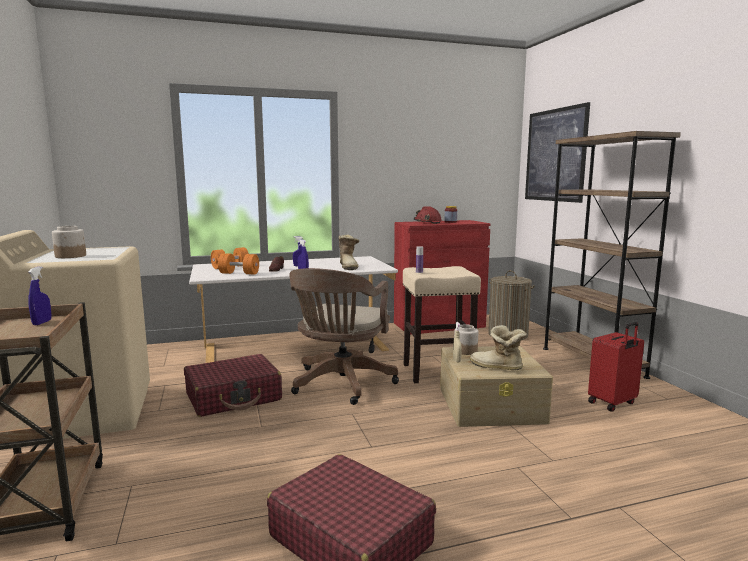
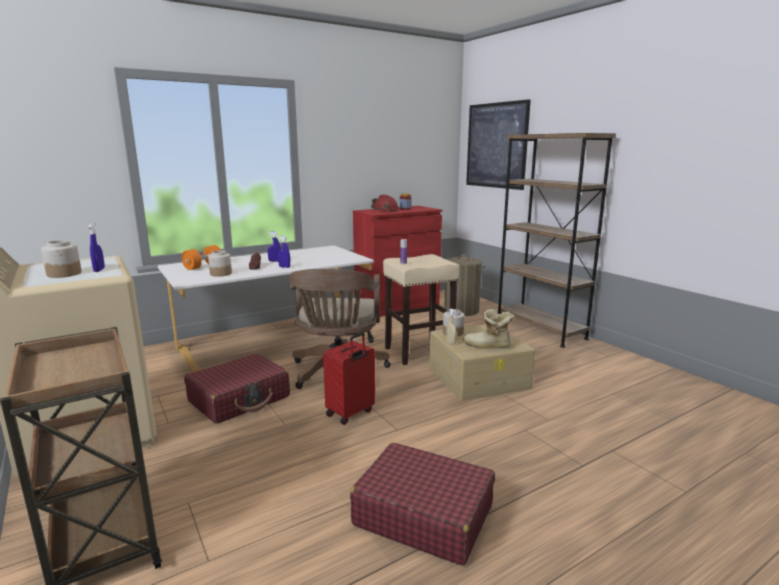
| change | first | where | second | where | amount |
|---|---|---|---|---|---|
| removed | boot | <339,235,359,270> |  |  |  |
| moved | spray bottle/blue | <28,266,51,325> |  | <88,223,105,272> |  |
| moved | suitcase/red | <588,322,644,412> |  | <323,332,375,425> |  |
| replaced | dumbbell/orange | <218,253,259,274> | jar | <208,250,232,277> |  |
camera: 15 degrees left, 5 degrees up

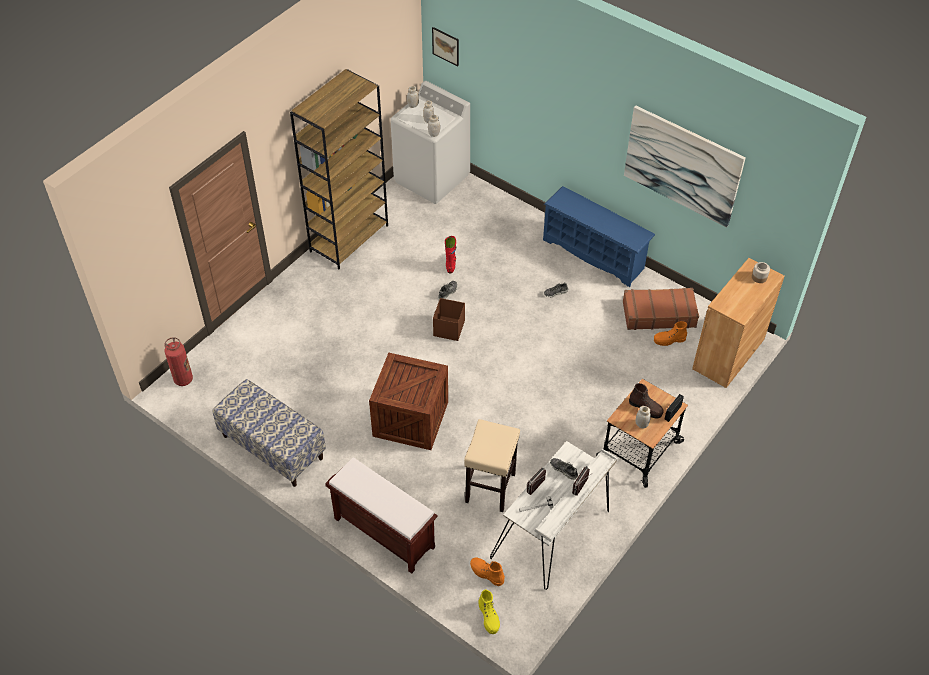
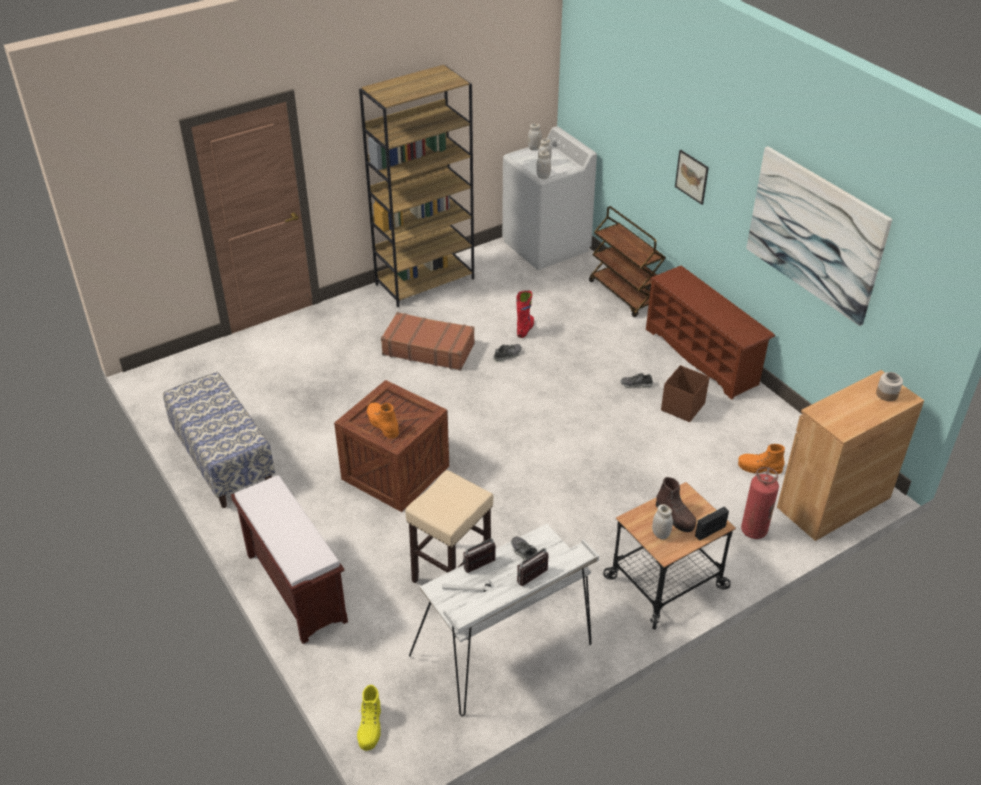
| change | first | where | second | where | amount |
|---|---|---|---|---|---|
| added |  |  | cart/brown | <589,206,666,317> |  |
| moved | fire extinguisher | <164,337,193,386> |  | <741,467,779,539> |  |
| moved | picture | <432,27,459,66> |  | <675,150,709,205> |  |
| moved | storage box/brown | <433,298,465,341> |  | <661,365,710,422> |  |
| moved | boot/orange | <470,558,505,586> |  | <367,403,399,439> |  |
| moved | suitcase/brown | <623,288,699,330> |  | <381,312,475,371> |  |
| recoloured | shoe rack/blue | <543,186,655,287> | shoe rack/brown | <646,266,775,400> |  |
camera: 20 degrees right, 10 degrees down

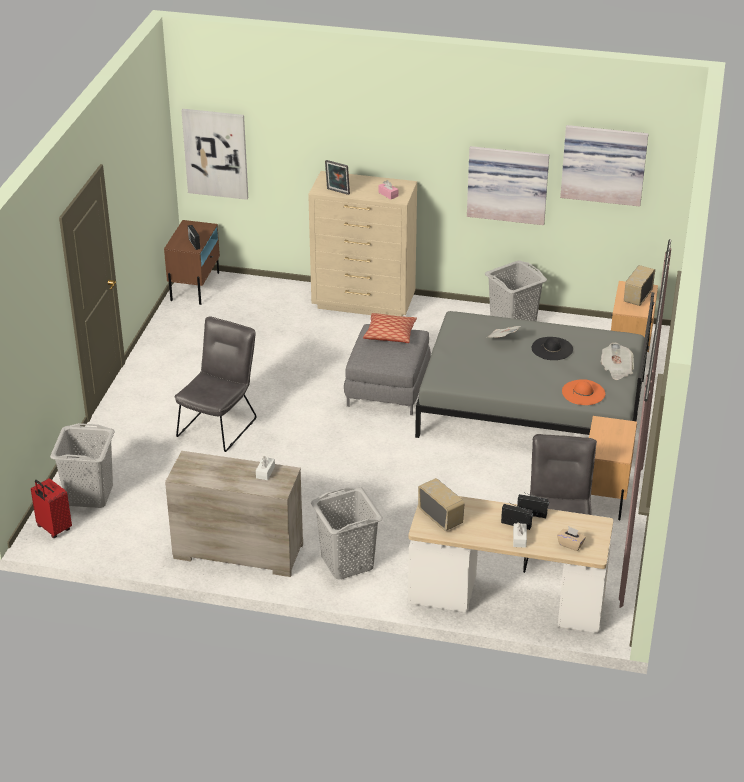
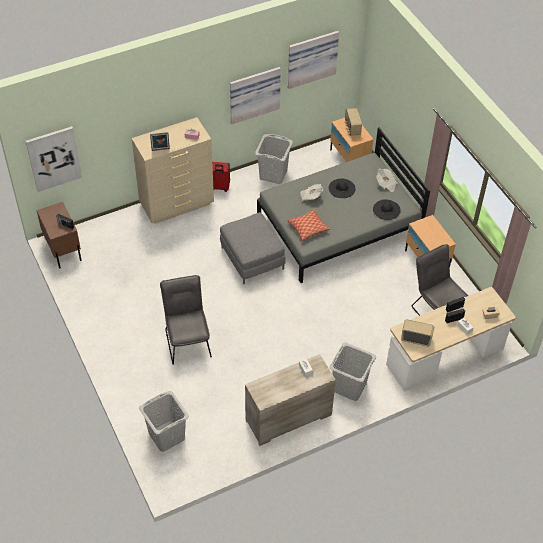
| change | first | where | second | where | amount |
|---|---|---|---|---|---|
| moved | suitcase/red | <31,478,72,538> |  | <212,162,230,192> |  |
| moved | pillow | <363,313,417,343> |  | <287,209,330,241> |  |
| recoloured | hat/orange | <562,379,605,405> | hat/black | <373,199,401,220> |  |
camera: 40 degrees left, 15 degrees up

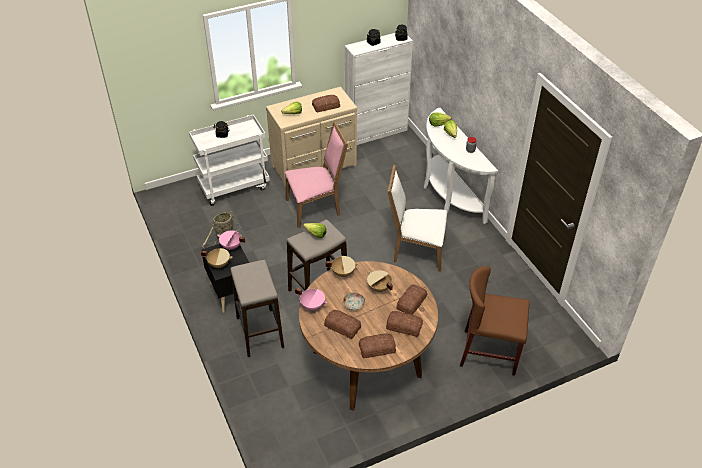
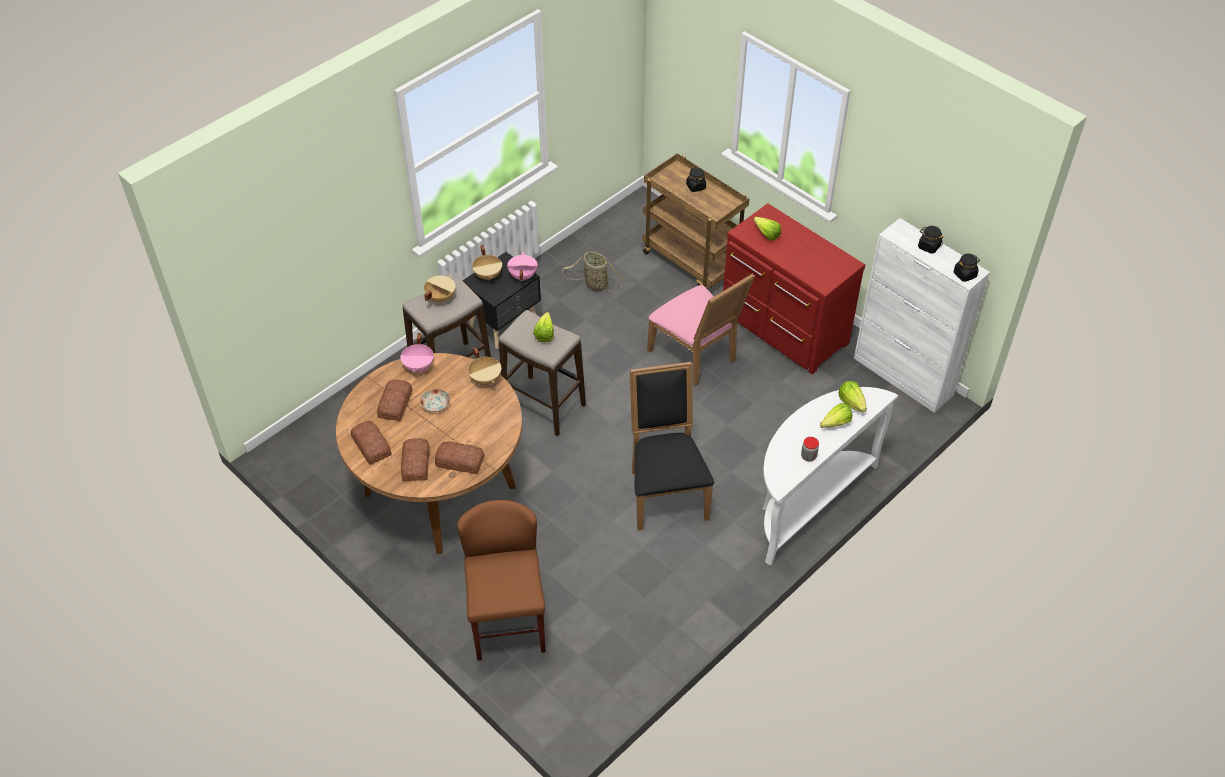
| change | first | where | second | where | amount |
|---|---|---|---|---|---|
| removed | bread | <312,95,340,112> |  |  |  |
| moved | cooking pot/beige | <367,270,393,292> |  | <424,274,455,303> |  |
| recoloured | cart/white | <189,114,270,206> | cart/brown | <643,154,749,289> |  |
| recoloured | dresser/beige | <266,87,357,187> | dresser/red | <723,203,865,374> |  |
| recoloured | chair/white | <387,165,447,272> | chair/black | <630,362,714,531> |  |
camera: 70 degrees right, 5 degrees up

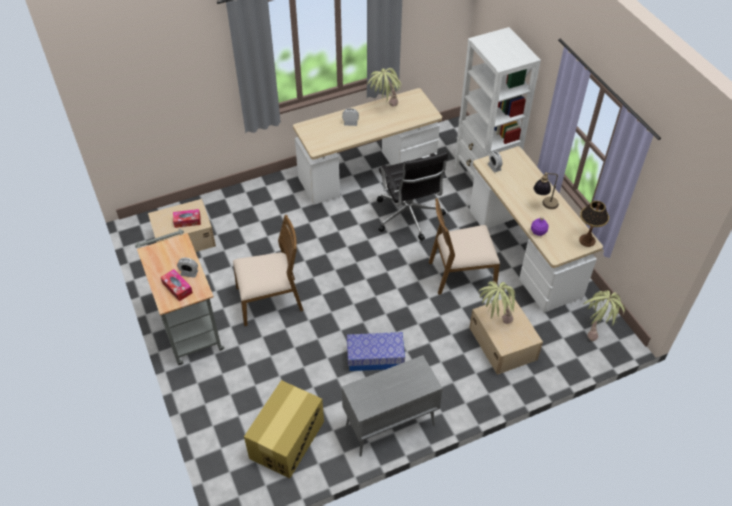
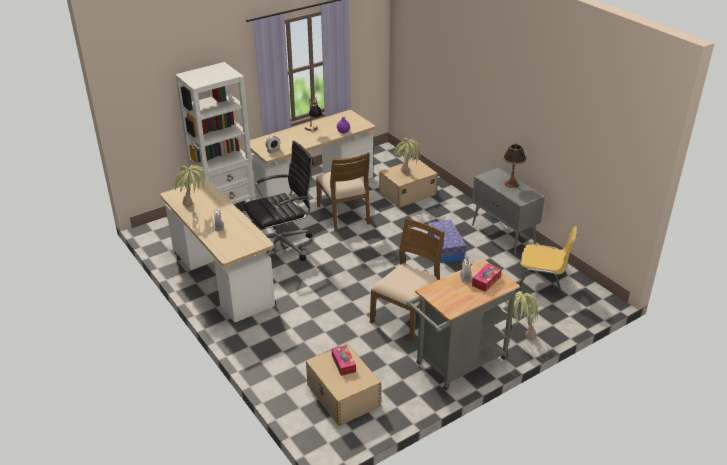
| change | first | where | second | where | amount |
|---|---|---|---|---|---|
| moved | table lamp | <579,201,609,247> |  | <503,144,527,188> |  |
| moved | potted plant | <583,290,625,341> |  | <505,291,538,340> |  |
| replaced | cardboard box | <244,380,324,479> | chair/yellow | <516,226,577,298> |  |
| turned | chair/brown | <233,215,303,326> |  | <370,218,445,342> | 60 degrees clockwise |
camera: 100 degrees left, 15 degrees down

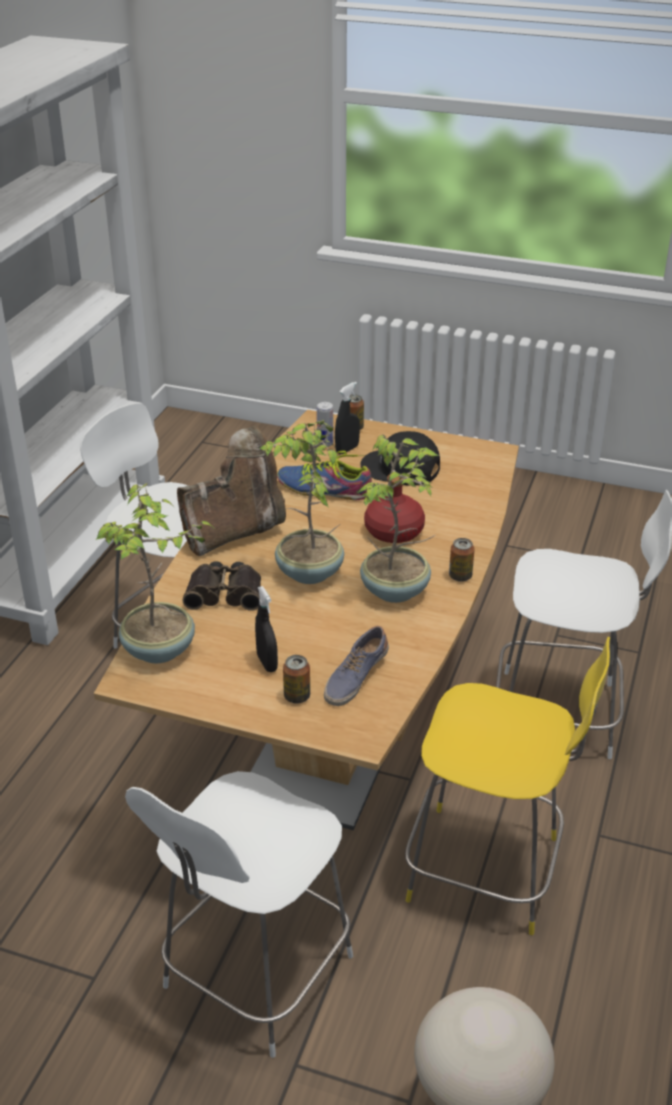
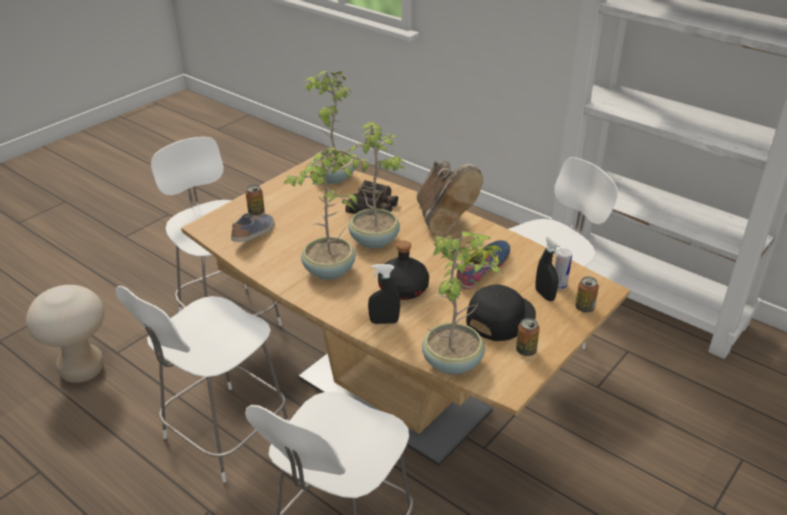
| change | first | where | second | where | amount |
|---|---|---|---|---|---|
| added |  |  | potted plant | <422,231,503,375> |  |
| moved | spray bottle/black | <255,586,278,672> |  | <368,264,400,324> |  |
| moved | can | <449,538,475,582> |  | <516,318,540,356> |  |
| recoloured | bottle/red | <364,474,425,543> | bottle/black | <378,241,429,300> |  |
| recoloured | chair/yellow | <405,637,610,935> | chair/white | <115,286,289,483> |  |
| turned | shoe | <324,626,389,706> |  | <231,213,274,242> | 60 degrees clockwise |
camera: 110 degrees right, 0 degrees up

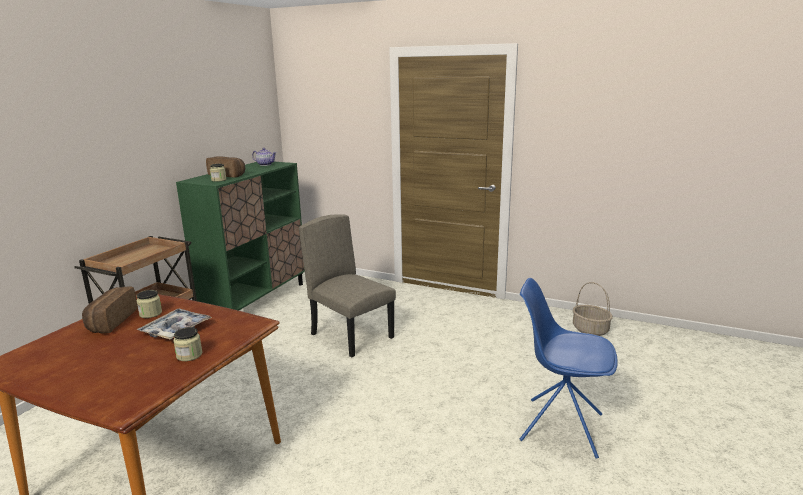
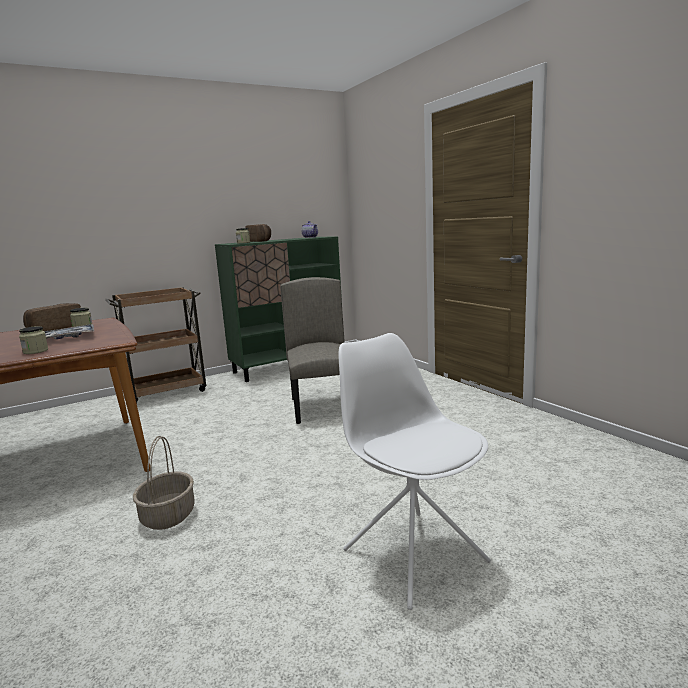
| change | first | where | second | where | amount |
|---|---|---|---|---|---|
| moved | basket | <573,282,613,336> |  | <133,436,195,530> |  |
| recoloured | chair/blue | <520,278,618,459> | chair/white | <338,333,491,610> |  |
camera: 35 degrees right, 5 degrees down

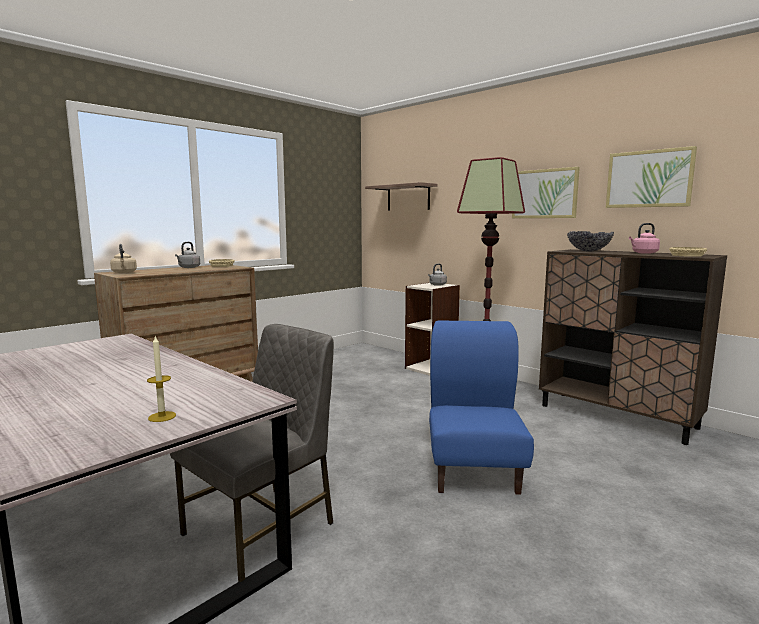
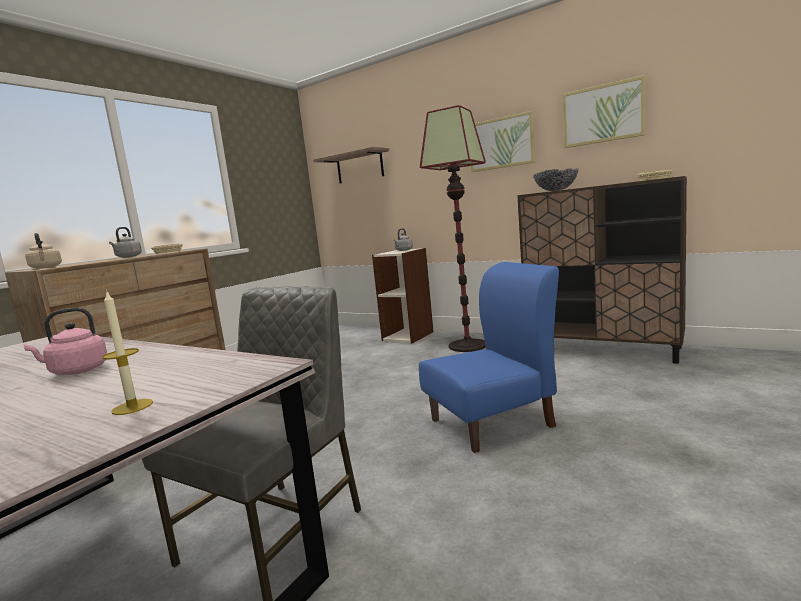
| change | first | where | second | where | amount |
|---|---|---|---|---|---|
| moved | kettle/pink | <629,223,660,254> |  | <23,307,107,375> |  |
| turned | chair/blue | <429,321,534,495> |  | <419,262,559,453> | 75 degrees clockwise |
camera: 10 degrees left, 0 degrees up

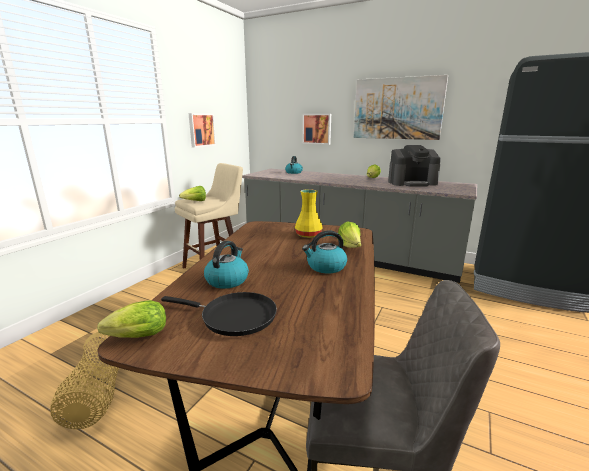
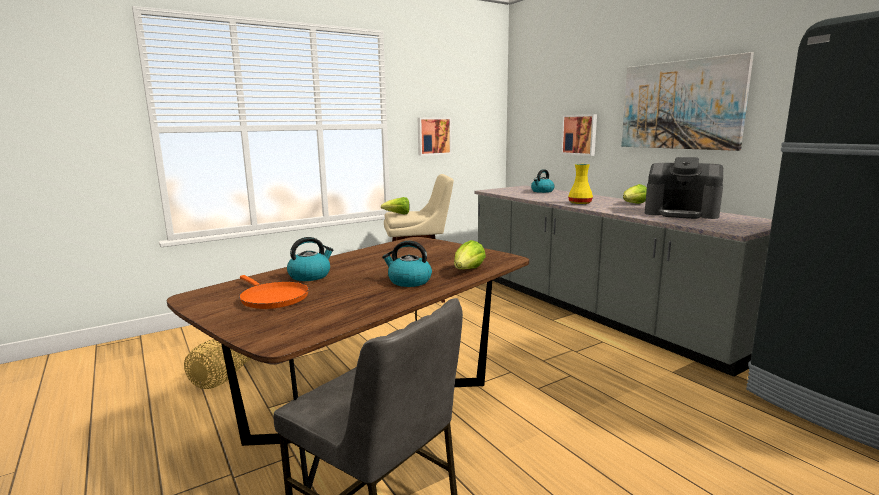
| change | first | where | second | where | amount |
|---|---|---|---|---|---|
| removed | lettuce | <97,300,166,338> |  |  |  |
| moved | vase/yellow | <295,189,323,238> |  | <568,164,593,204> |  |
| recoloured | frying pan/black | <161,292,277,336> | frying pan/orange | <239,275,309,309> |  |
camera: 30 degrees right, 5 degrees down

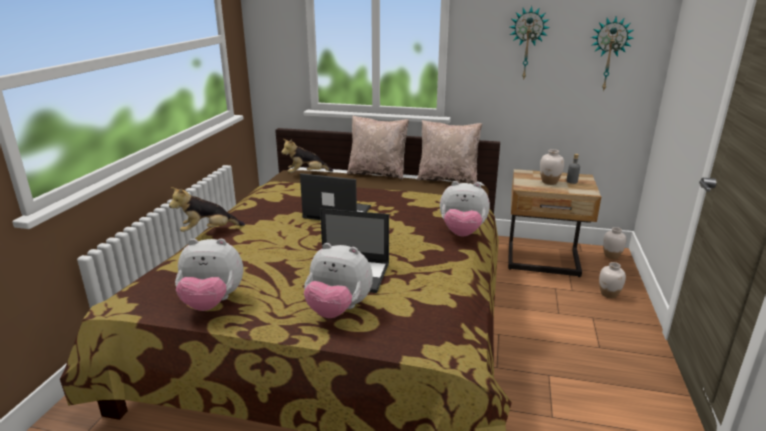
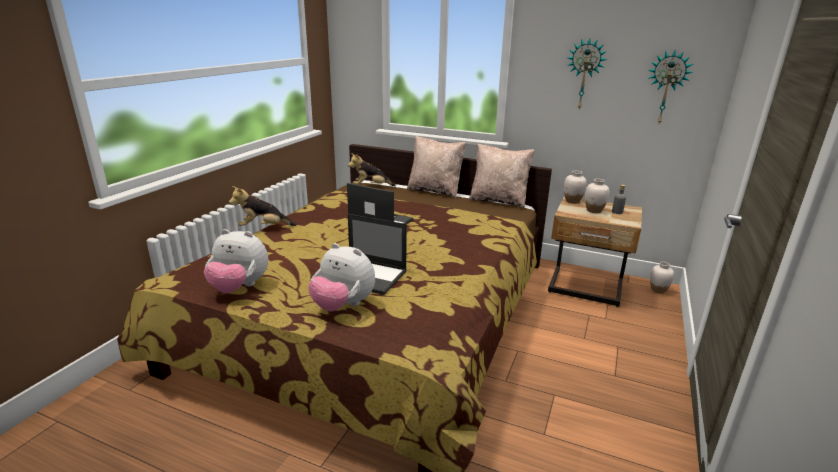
| change | first | where | second | where | amount |
|---|---|---|---|---|---|
| removed | plush toy | <440,181,490,236> |  |  |  |
| moved | vase/white | <599,262,626,298> |  | <564,171,587,204> |  |
camera: 10 degrees right, 0 degrees up

